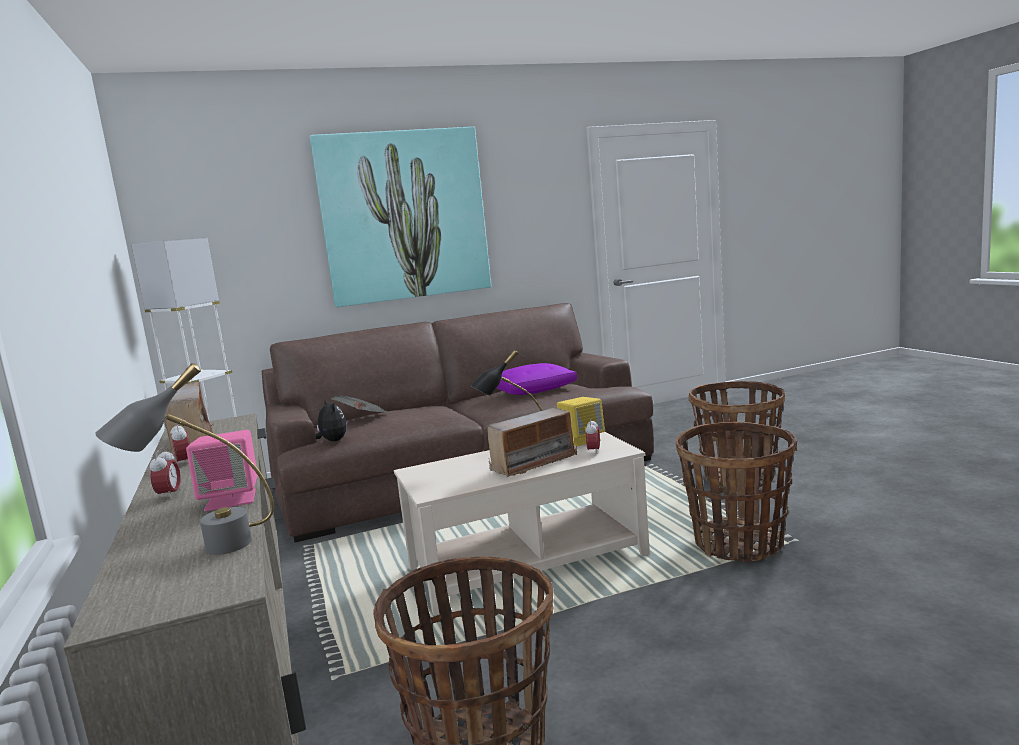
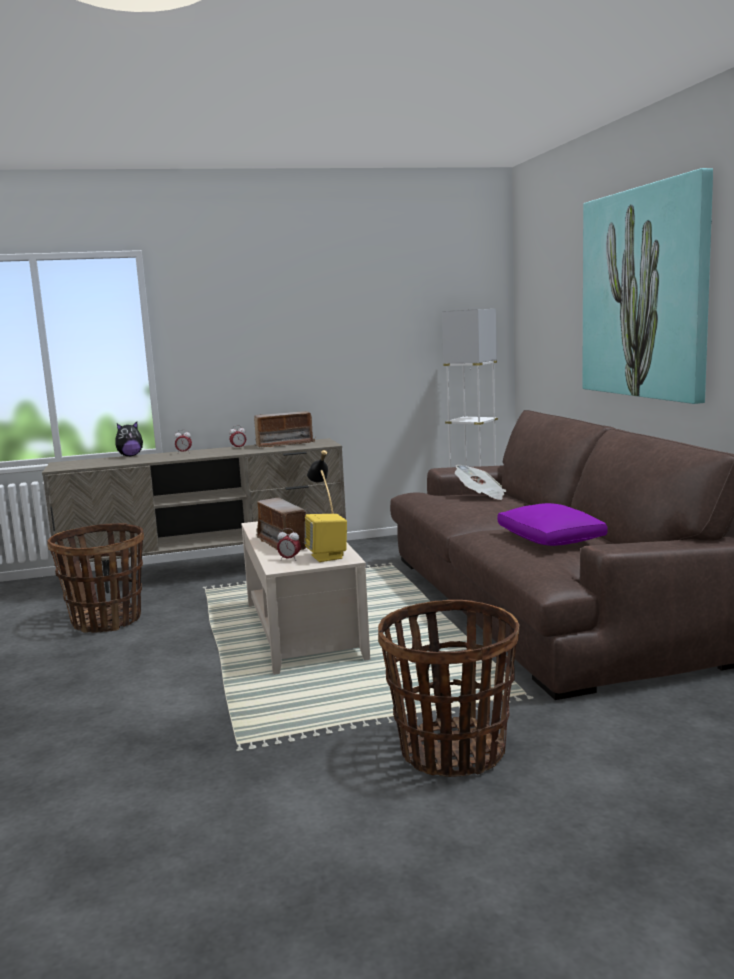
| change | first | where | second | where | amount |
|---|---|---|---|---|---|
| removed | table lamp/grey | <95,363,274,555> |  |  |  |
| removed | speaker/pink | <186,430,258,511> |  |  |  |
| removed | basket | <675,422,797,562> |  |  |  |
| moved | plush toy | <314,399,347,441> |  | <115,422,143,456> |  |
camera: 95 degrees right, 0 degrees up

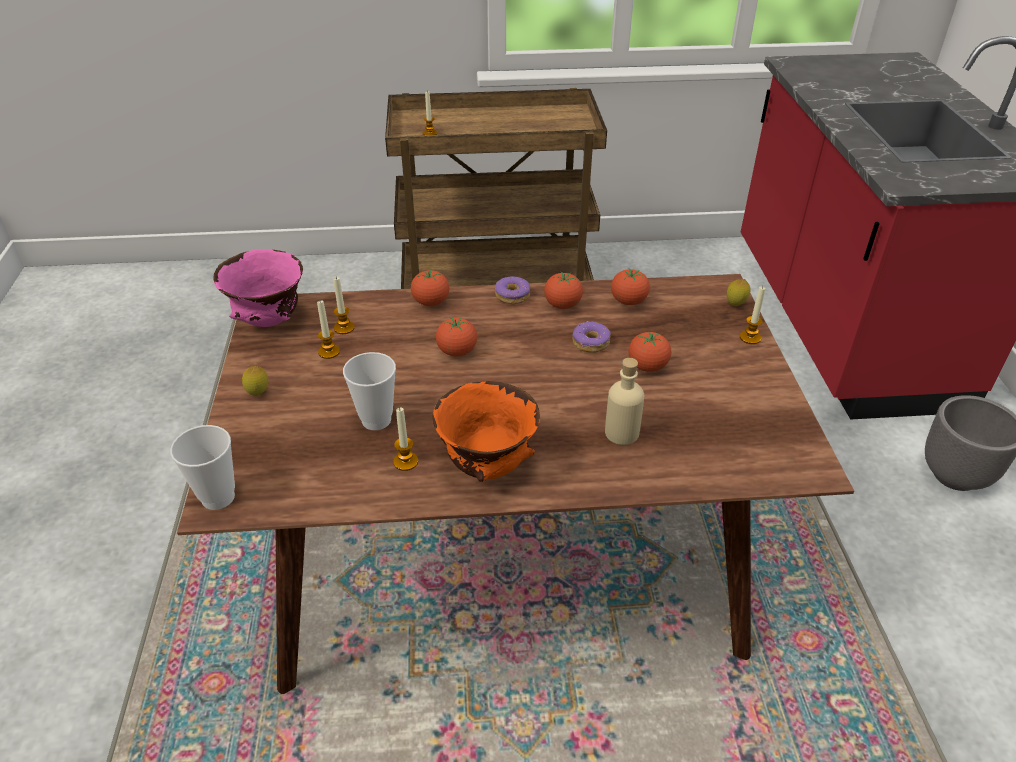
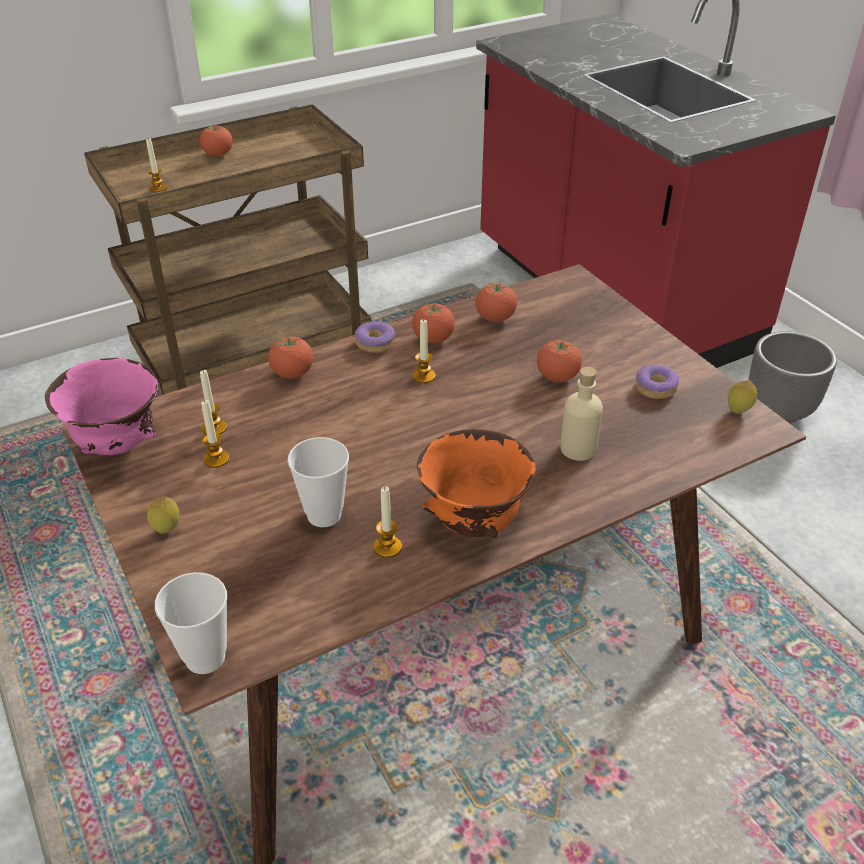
| change | first | where | second | where | amount |
|---|---|---|---|---|---|
| moved | tomato | <436,317,477,356> |  | <200,125,233,156> |  |
| moved | donut | <572,321,611,353> |  | <635,365,679,399> |  |
| moved | lemon | <727,279,750,306> |  | <728,380,757,413> |  |
| moved | candle | <740,286,765,344> |  | <412,319,435,383> |  |
camera: 25 degrees left, 0 degrees up

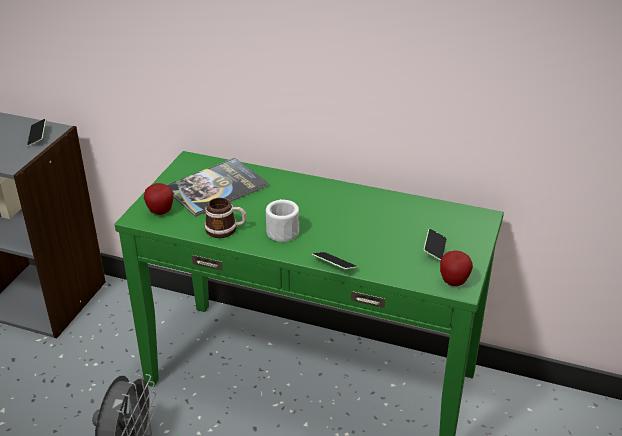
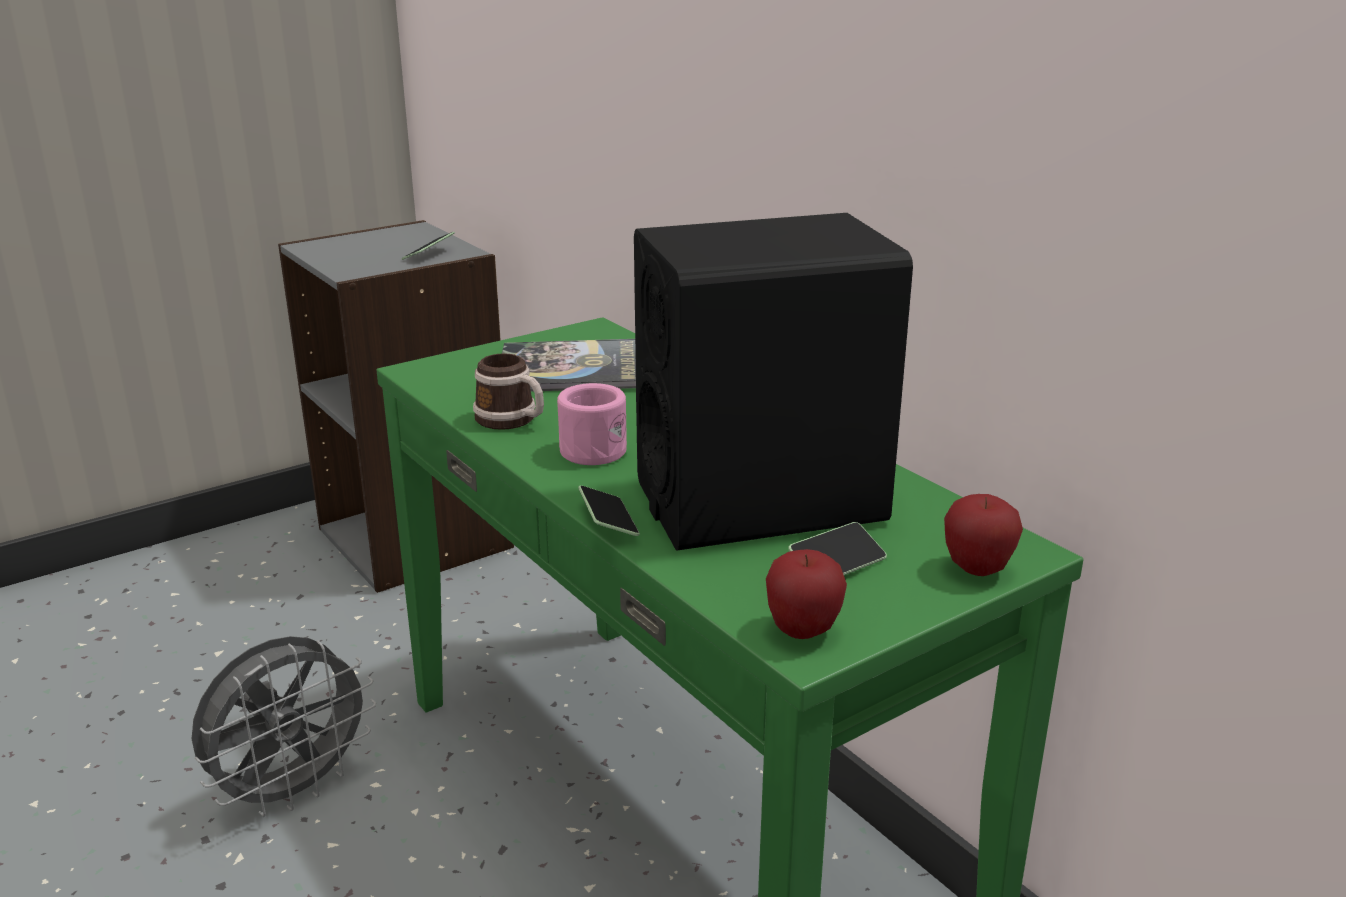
| change | first | where | second | where | amount |
|---|---|---|---|---|---|
| added |  |  | speaker/black | <634,213,913,550> |  |
| moved | apple | <144,183,174,215> |  | <944,494,1023,576> |  |
| recoloured | mug/white | <266,199,299,242> | mug/pink | <557,383,627,465> |  |
camera: 35 degrees right, 10 degrees down

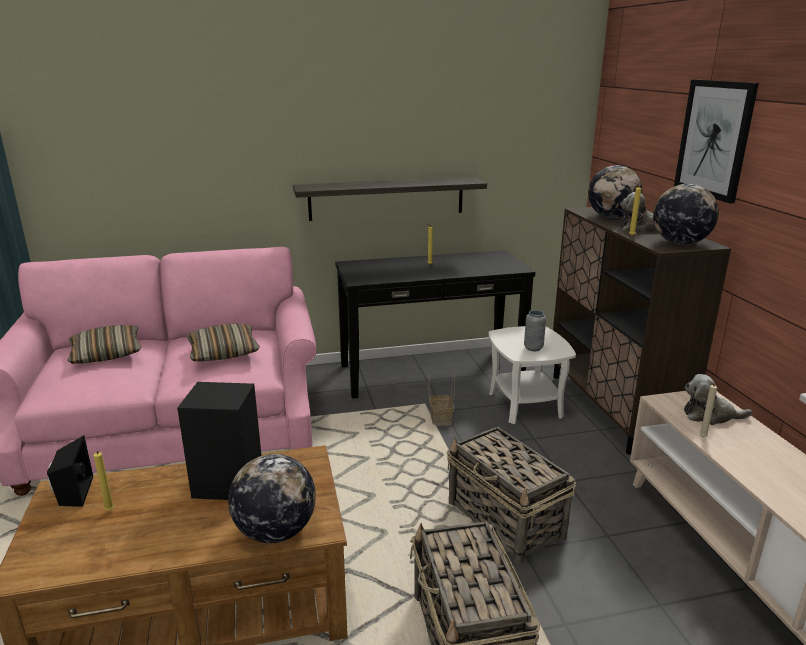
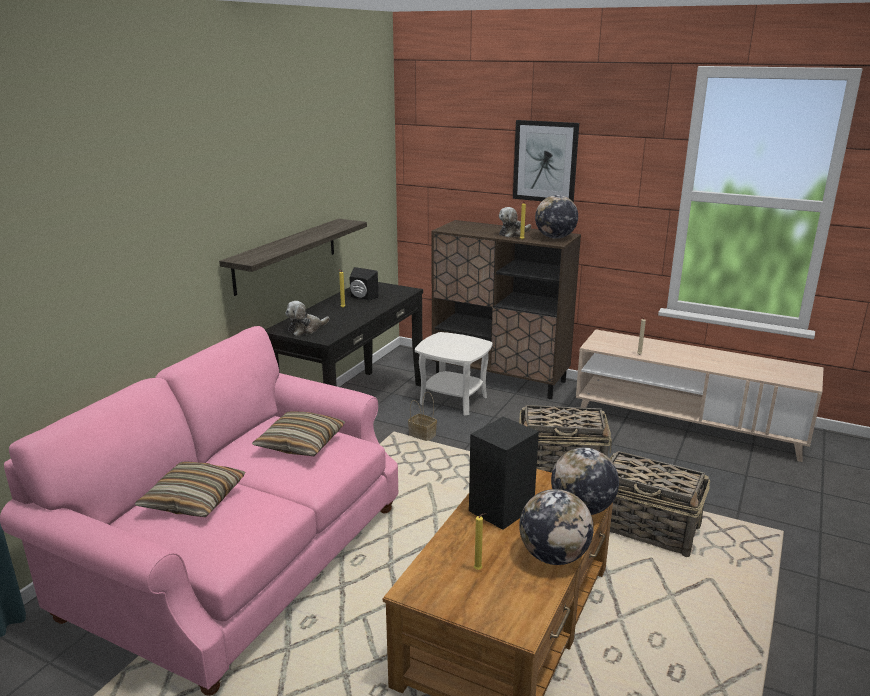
| change | first | where | second | where | amount |
|---|---|---|---|---|---|
| removed | vase/grey | <524,310,546,351> |  |  |  |
| moved | speaker/black | <47,435,93,507> |  | <349,267,378,301> |  |
| moved | globe | <588,165,642,218> |  | <519,489,594,565> |  |
| moved | plush toy | <684,374,752,425> |  | <285,301,330,336> |  |
camera: 50 degrees left, 0 degrees up

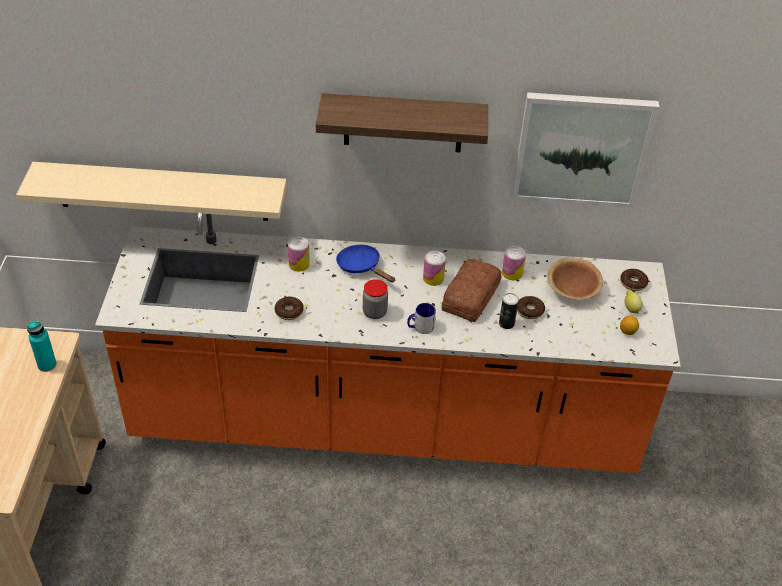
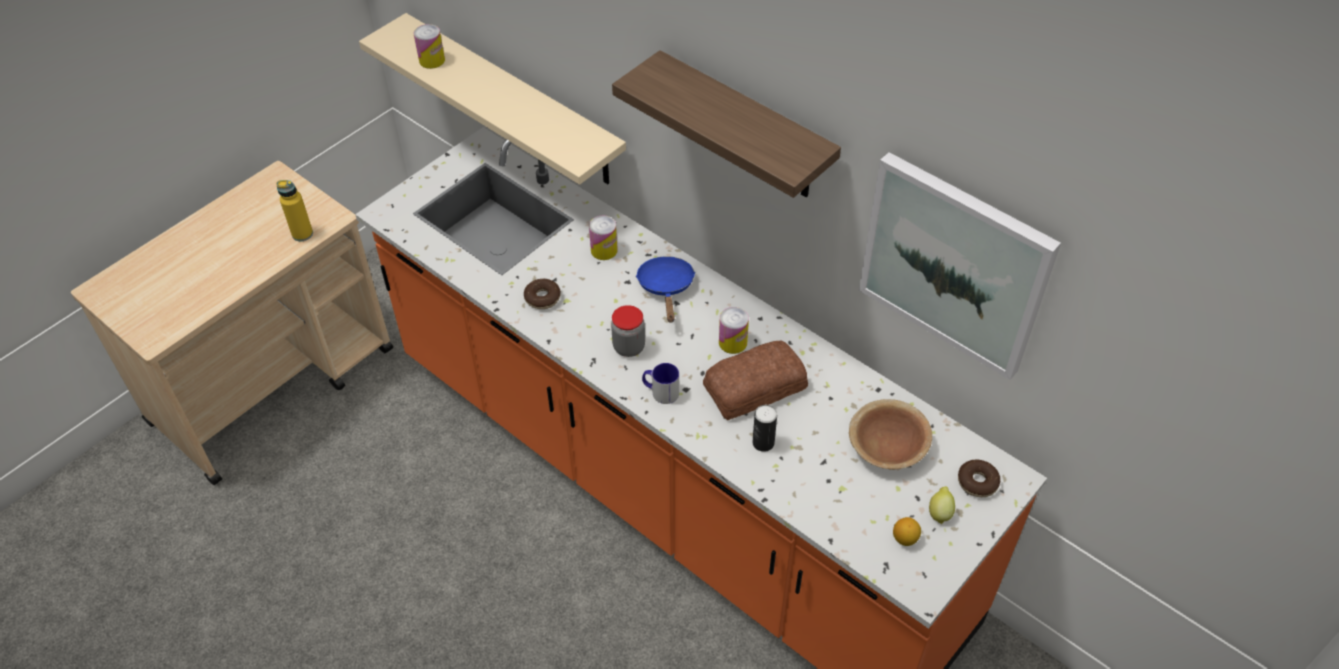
| change | first | where | second | where | amount |
|---|---|---|---|---|---|
| removed | donut | <517,296,545,319> |  |  |  |
| moved | can | <502,246,526,280> |  | <414,24,445,69> |  |
| recoloured | bottle/turquoise | <27,320,57,372> | bottle/yellow | <276,180,313,241> |  |
camera: 40 degrees right, 5 degrees up

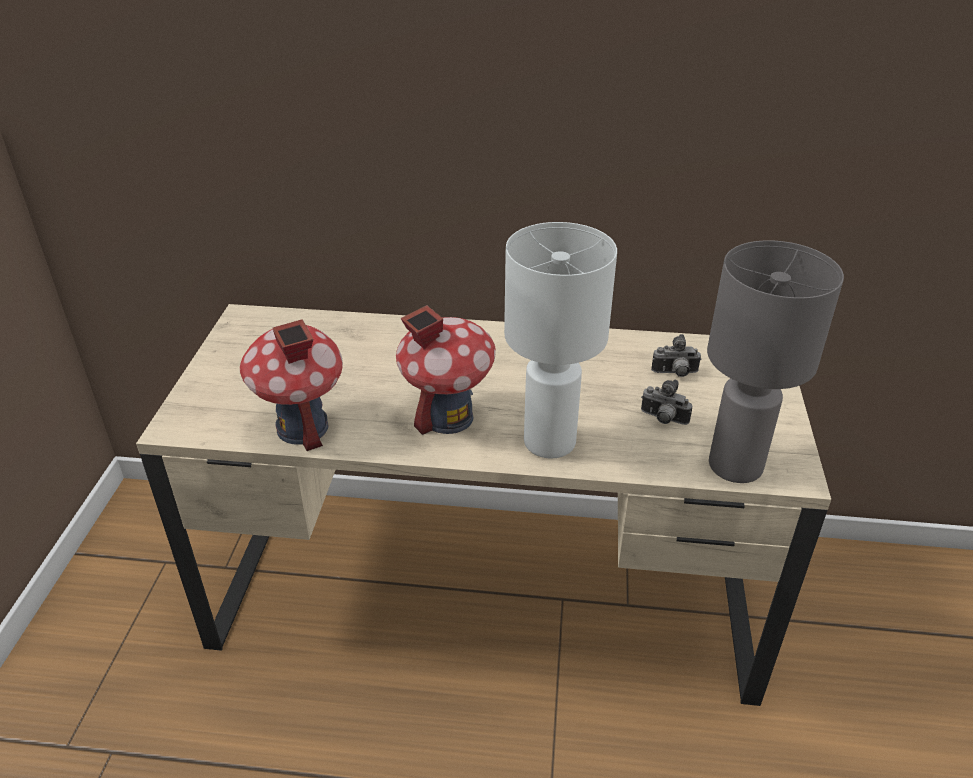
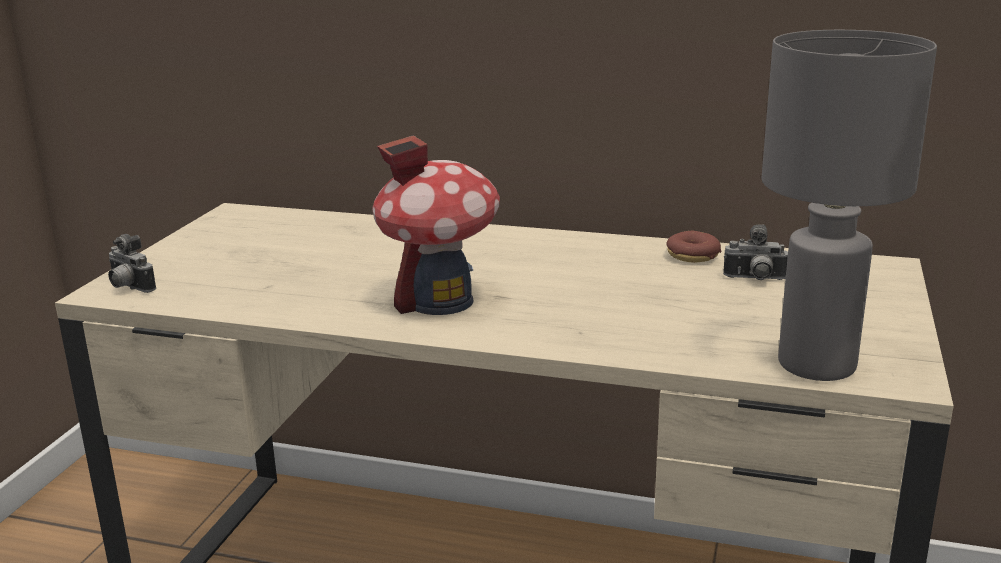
| change | first | where | second | where | amount |
|---|---|---|---|---|---|
| removed | toy house | <240,319,343,451> |  |  |  |
| removed | table lamp/white | <504,222,617,459> |  |  |  |
| added |  |  | donut | <666,231,721,263> |  |
| moved | photo camera | <641,380,692,425> |  | <108,234,156,293> |  |
camera: 10 degrees right, 15 degrees down

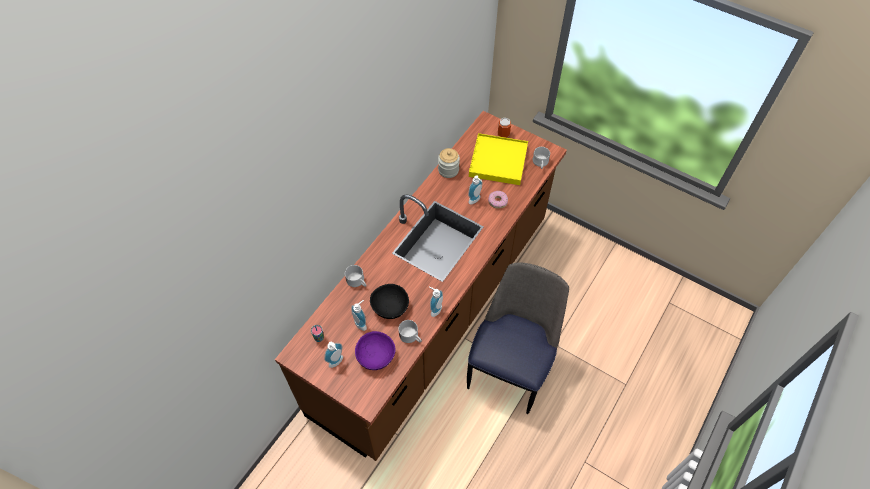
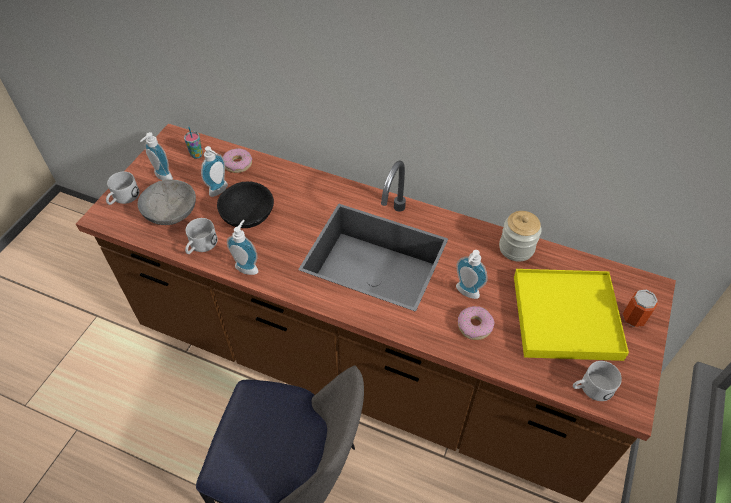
| change | first | where | second | where | amount |
|---|---|---|---|---|---|
| added |  |  | donut | <223,148,252,173> |  |
| moved | mug/white | <345,265,366,287> |  | <106,172,139,205> |  |
| recoloured | bowl/purple | <355,331,395,370> | bowl/grey | <138,179,196,225> |  |
camera: 80 degrees right, 5 degrees down

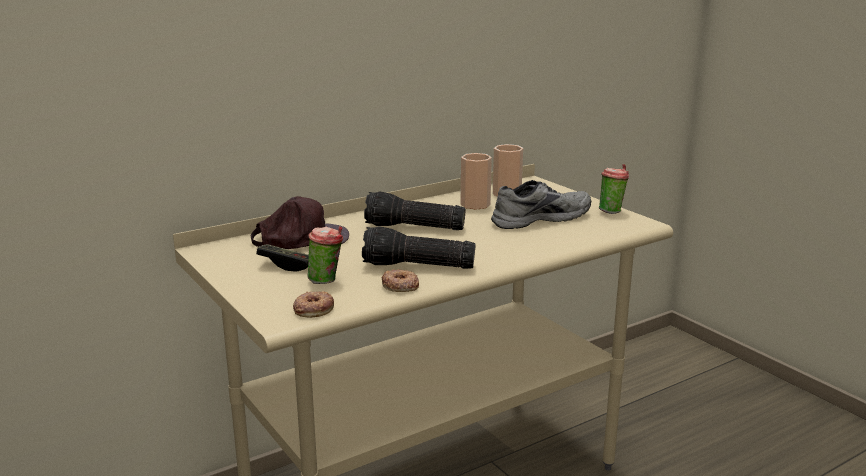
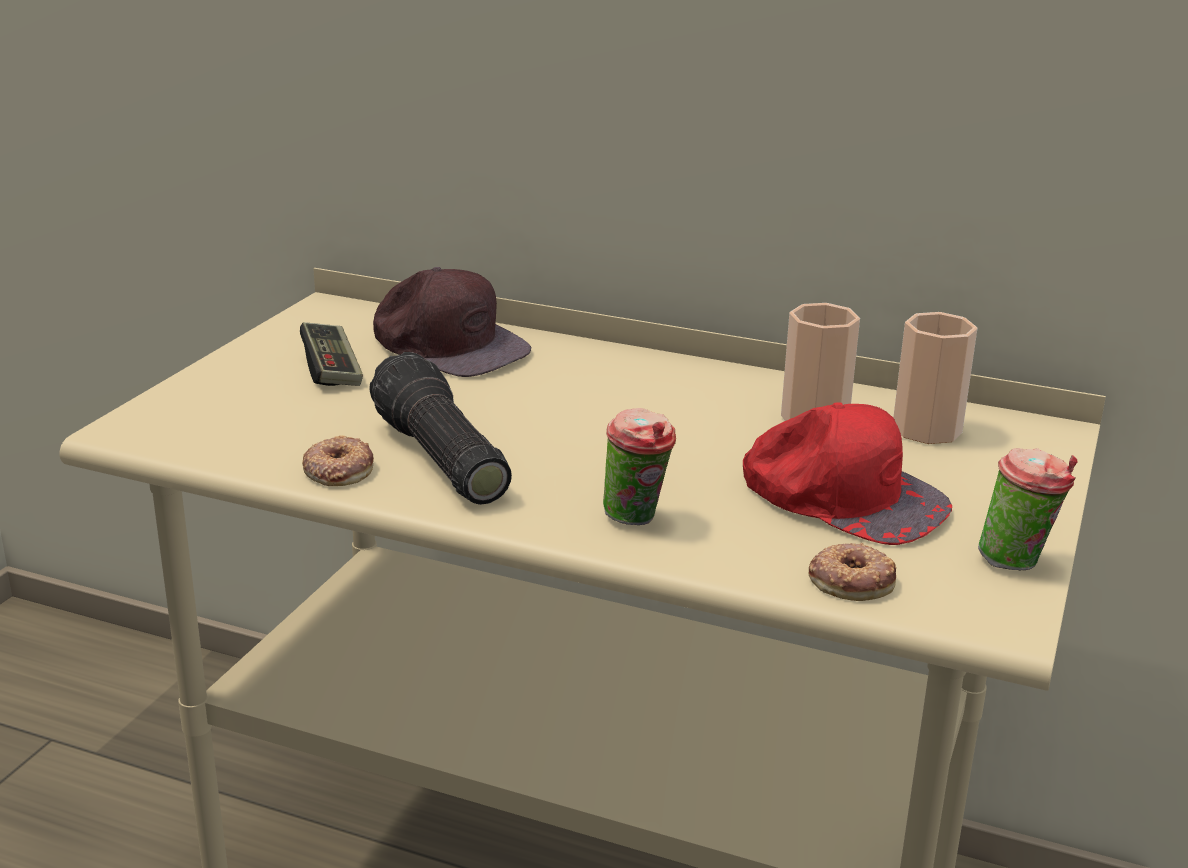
| change | first | where | second | where | amount |
|---|---|---|---|---|---|
| removed | flashlight | <364,191,465,230> |  |  |  |
| moved | donut | <293,291,334,318> |  | <809,542,896,601> |  |
| moved | cup | <308,226,343,284> |  | <603,408,676,525> |  |
| replaced | shoe/grey | <491,180,591,229> | cap/red | <743,403,952,545> |  |
camera: 55 degrees right, 5 degrees up

